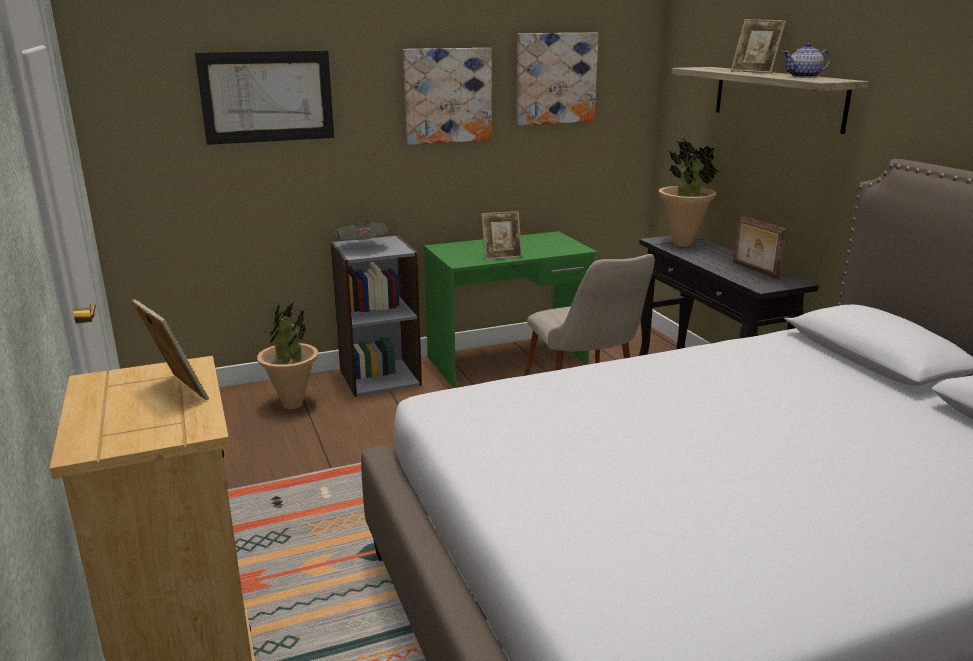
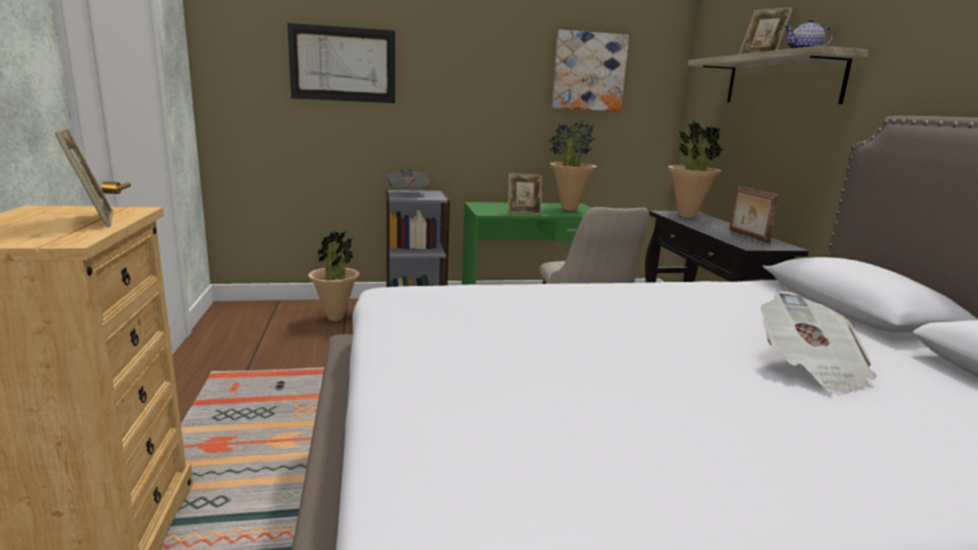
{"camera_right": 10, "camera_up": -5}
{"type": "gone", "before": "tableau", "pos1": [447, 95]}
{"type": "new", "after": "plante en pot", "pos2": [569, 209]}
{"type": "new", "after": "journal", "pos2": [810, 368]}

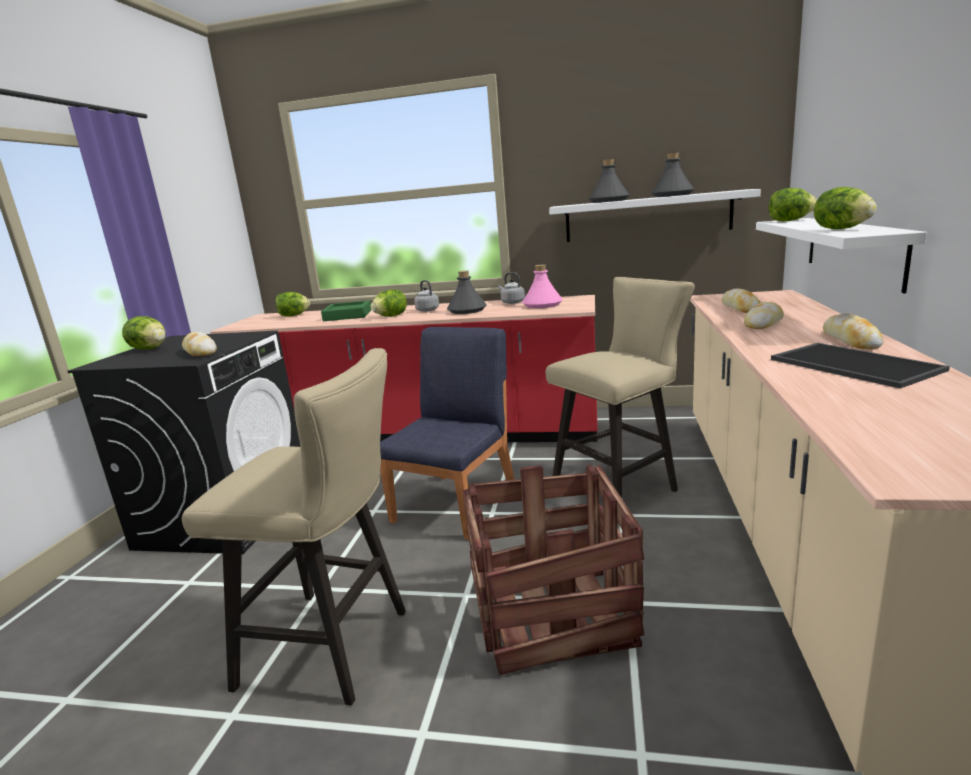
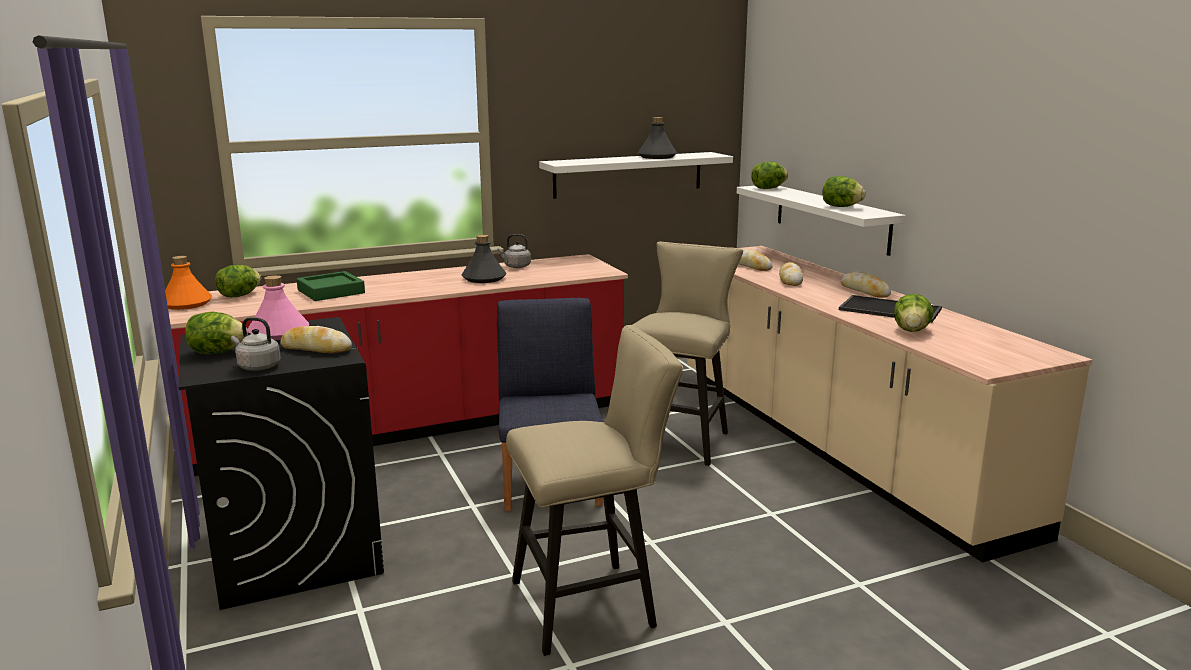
{"camera_right": -35, "camera_up": 0}
{"type": "gone", "before": "bouteille [gris]", "pos1": [609, 201]}
{"type": "shifted", "before": "bouteille [rose]", "pos1": [542, 305], "pos2": [279, 333]}
{"type": "shifted", "before": "bouilloire [gris]", "pos1": [426, 310], "pos2": [257, 367]}
{"type": "shifted", "before": "laitue", "pos1": [391, 316], "pos2": [911, 331]}
{"type": "gone", "before": "caisse", "pos1": [551, 609]}
{"type": "new", "after": "bouteille [orange]", "pos2": [186, 304]}

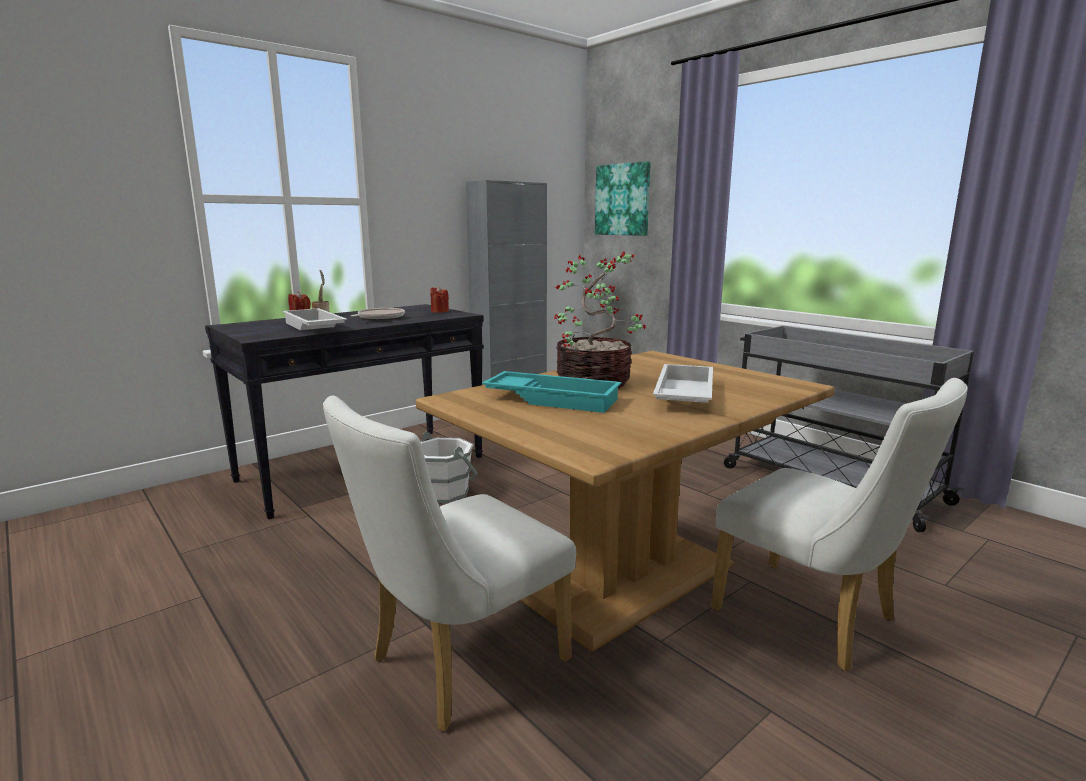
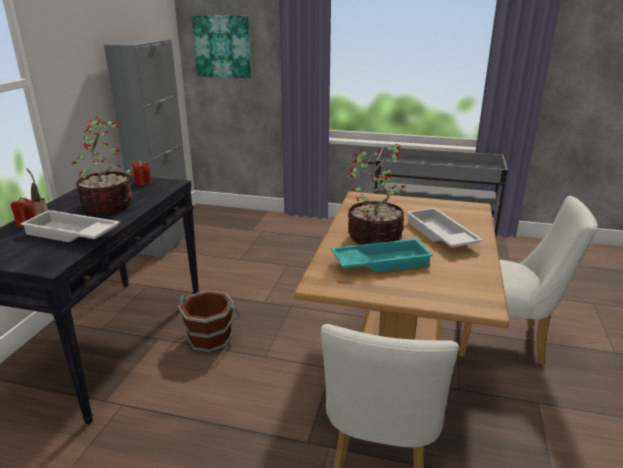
{"camera_right": -35, "camera_up": 10}
{"type": "swapped", "before": "poêle", "after": "plante en pot", "pos1": [379, 318], "pos2": [109, 205]}
{"type": "repainted", "before": "seau [blanc]", "after": "seau [marron]", "pos1": [444, 492], "pos2": [210, 338]}

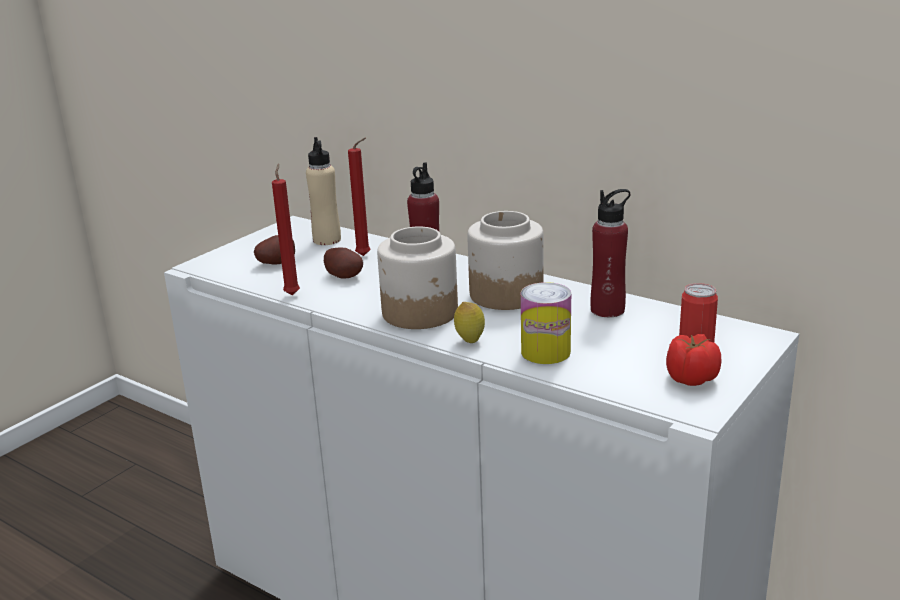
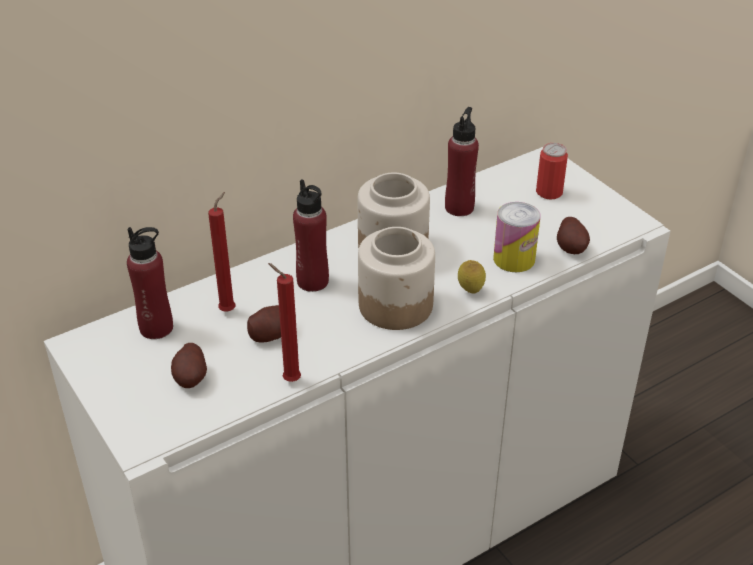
{"camera_right": -70, "camera_up": 15}
{"type": "repainted", "before": "bouteille [beige]", "after": "bouteille [rouge]", "pos1": [327, 240], "pos2": [156, 328]}
{"type": "gone", "before": "tomate", "pos1": [690, 378]}
{"type": "new", "after": "pomme de terre", "pos2": [571, 248]}

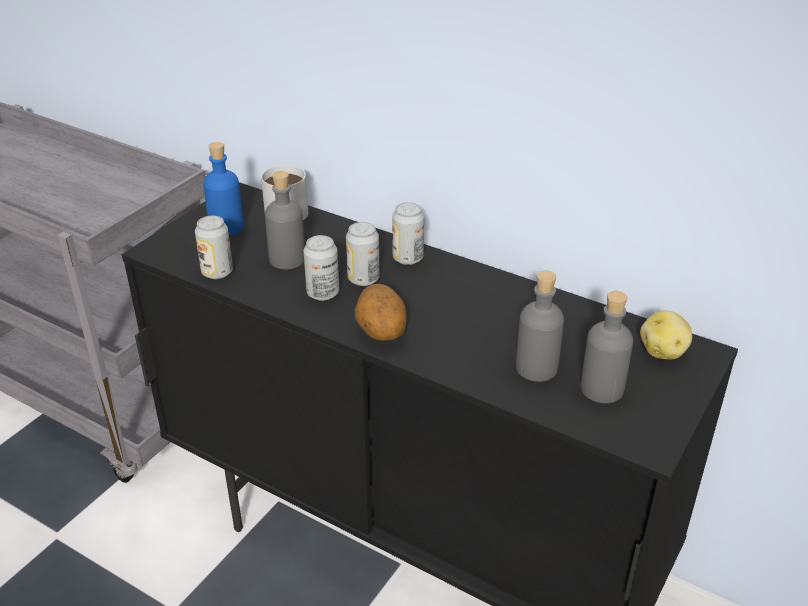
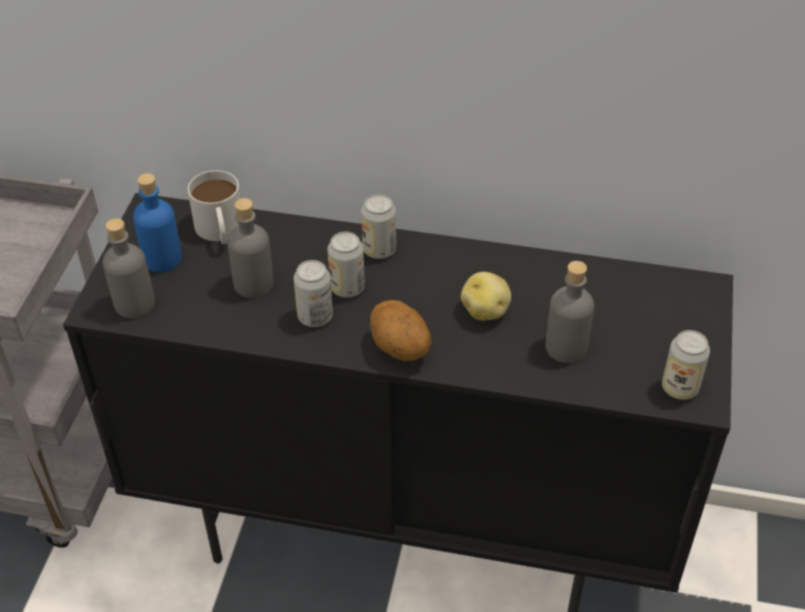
{"camera_right": -20, "camera_up": 10}
{"type": "shifted", "before": "boîte métallique", "pos1": [217, 272], "pos2": [679, 388]}
{"type": "shifted", "before": "bouteille [gris]", "pos1": [601, 389], "pos2": [134, 304]}
{"type": "shifted", "before": "pomme de terre", "pos1": [663, 351], "pos2": [485, 310]}

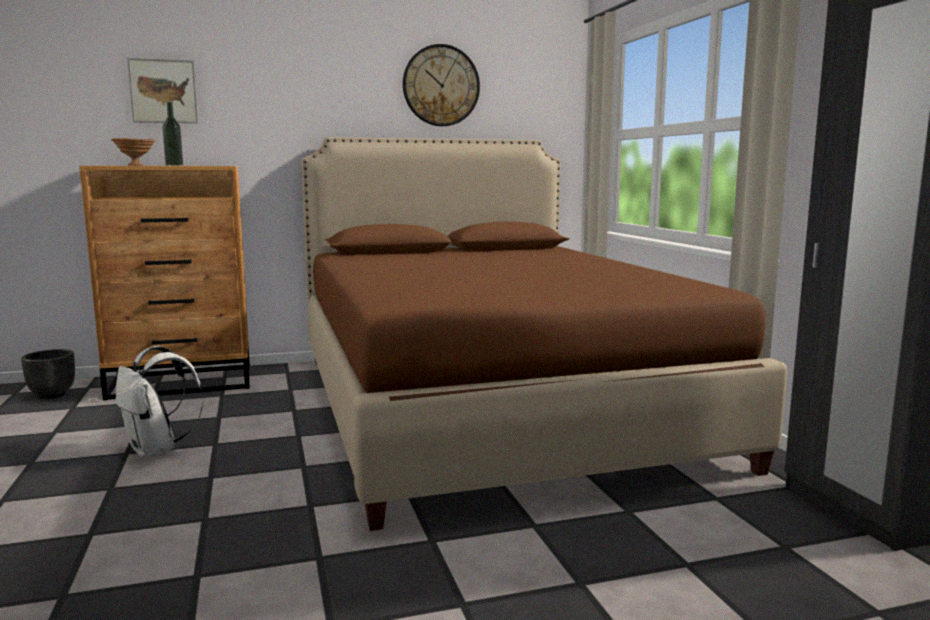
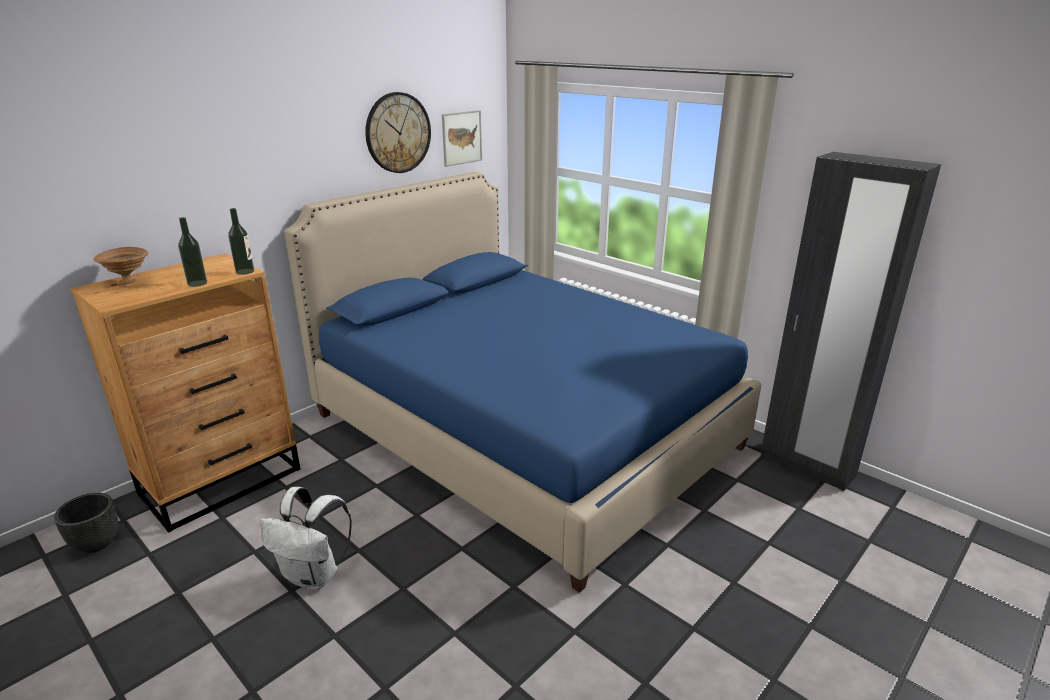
{"camera_right": -30, "camera_up": 15}
{"type": "shifted", "before": "tableau", "pos1": [163, 91], "pos2": [461, 138]}
{"type": "repainted", "before": "lit [marron]", "after": "lit [bleu]", "pos1": [489, 405], "pos2": [523, 431]}
{"type": "new", "after": "bouteille", "pos2": [245, 271]}

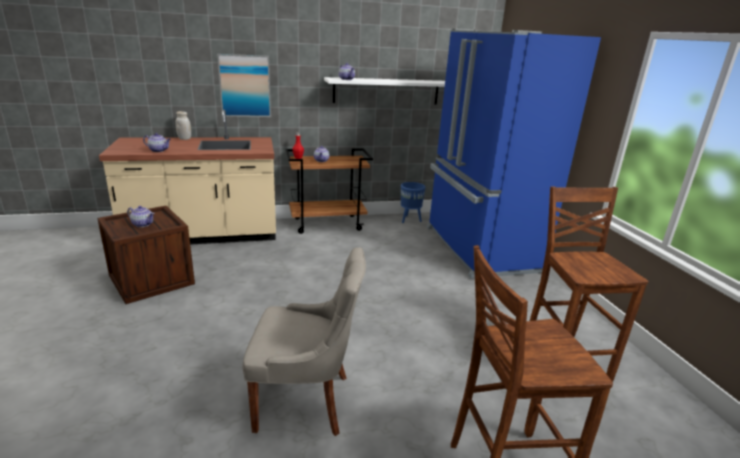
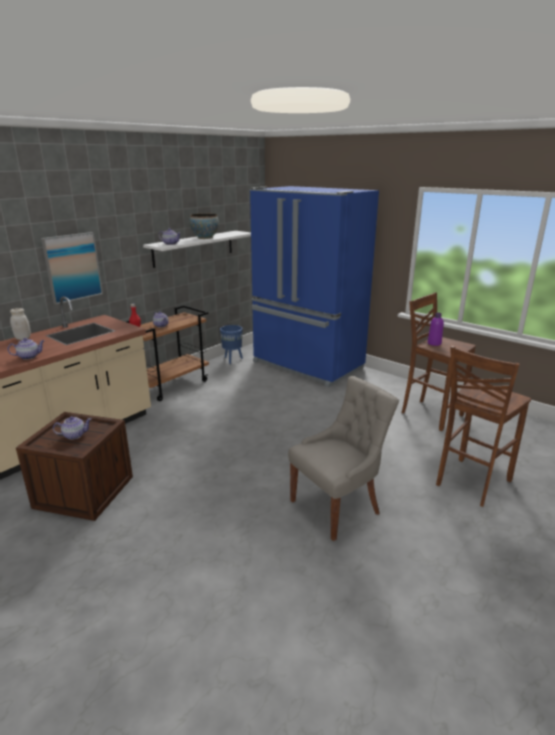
{"camera_right": -35, "camera_up": 0}
{"type": "new", "after": "bol", "pos2": [205, 238]}
{"type": "new", "after": "bouteille [violet]", "pos2": [434, 343]}

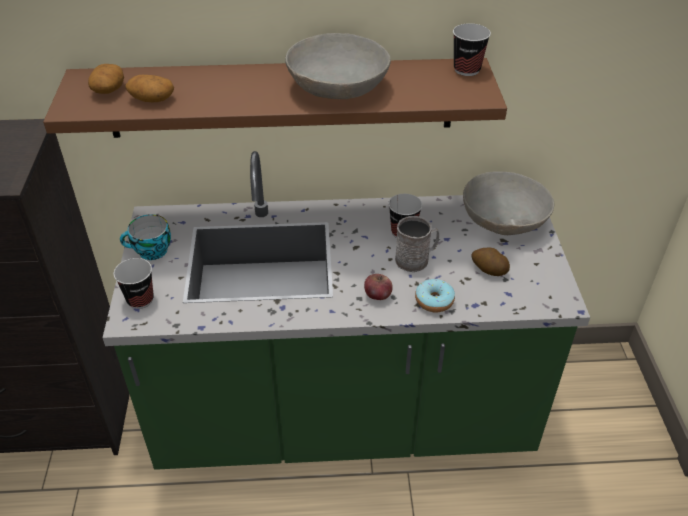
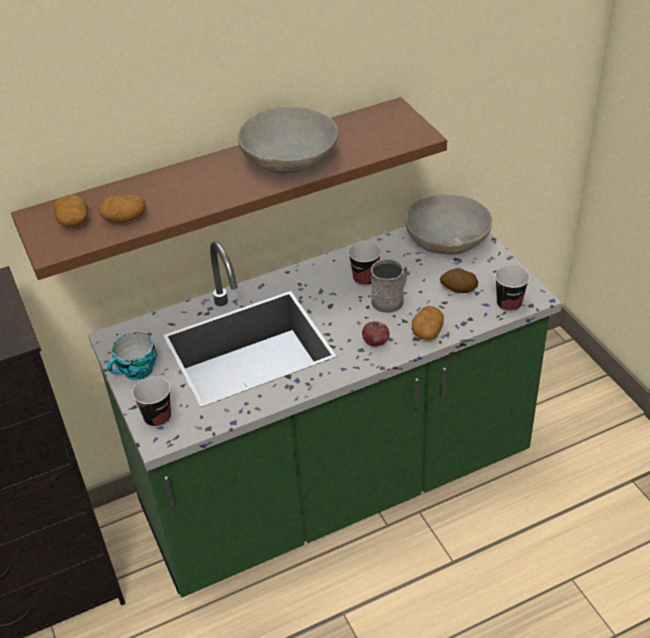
{"camera_right": -20, "camera_up": 0}
{"type": "shifted", "before": "tasse", "pos1": [467, 69], "pos2": [509, 304]}
{"type": "swapped", "before": "beignet", "after": "pomme de terre", "pos1": [434, 301], "pos2": [427, 331]}

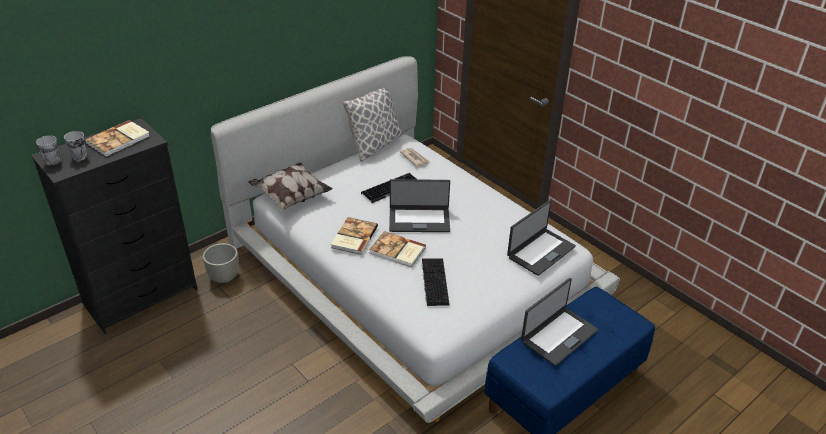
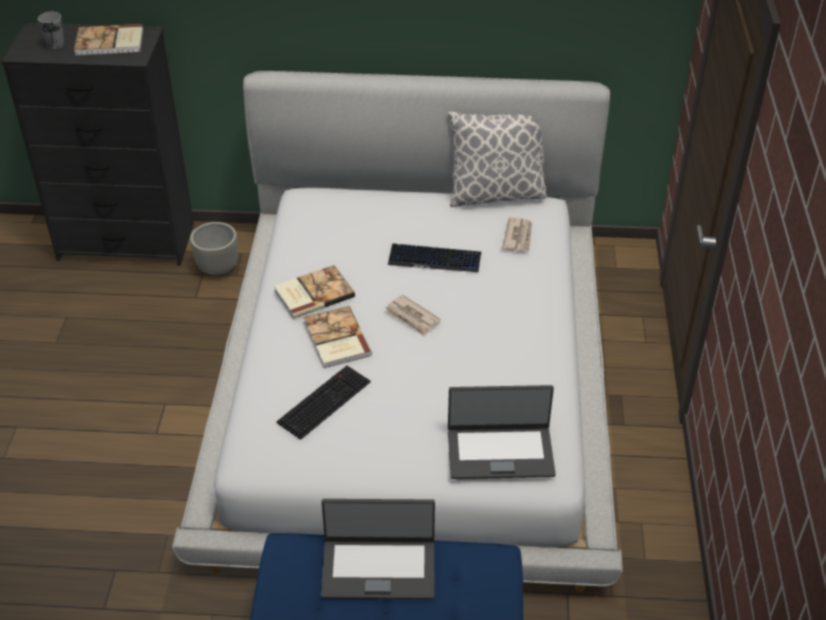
{"camera_right": 45, "camera_up": 5}
{"type": "gone", "before": "tasse", "pos1": [53, 161]}
{"type": "gone", "before": "coussin", "pos1": [291, 197]}
{"type": "swapped", "before": "ordinateur portable", "after": "journal", "pos1": [419, 220], "pos2": [412, 318]}

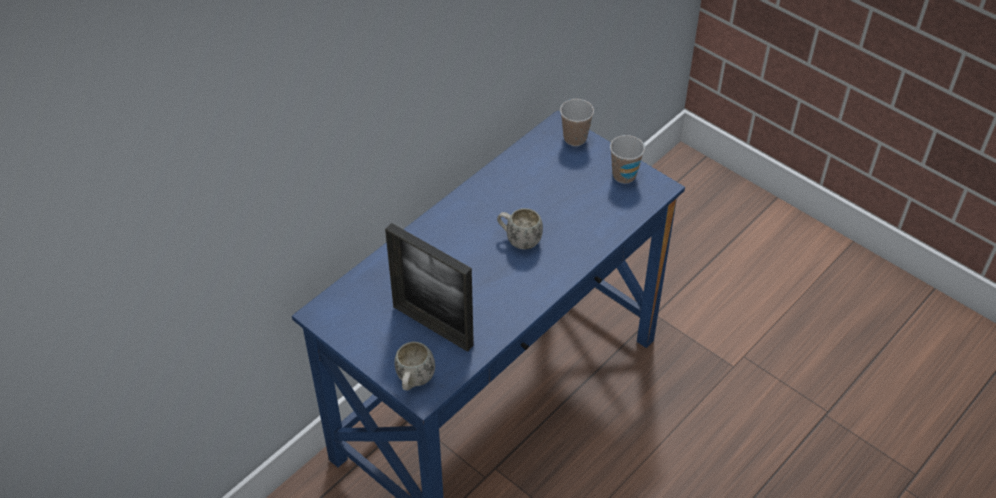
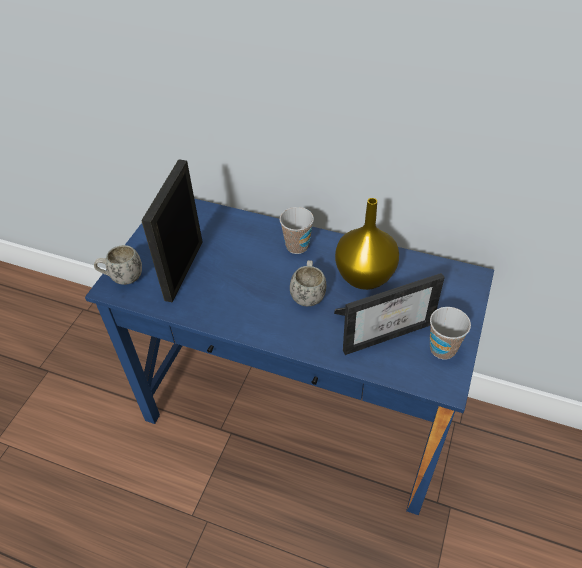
{"camera_right": 70, "camera_up": 0}
{"type": "shifted", "before": "tasse", "pos1": [575, 138], "pos2": [297, 246]}
{"type": "new", "after": "vase [jaune]", "pos2": [365, 275]}
{"type": "new", "after": "cadre photo", "pos2": [385, 329]}

